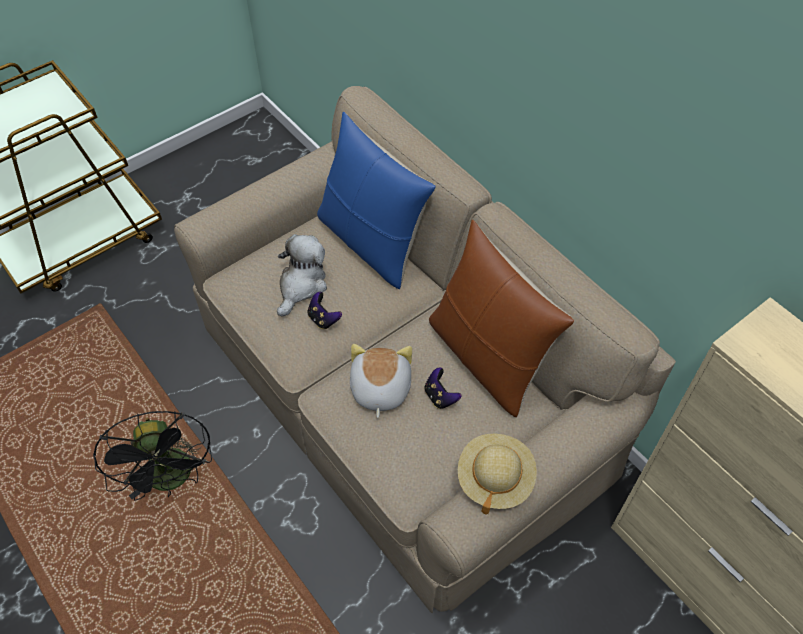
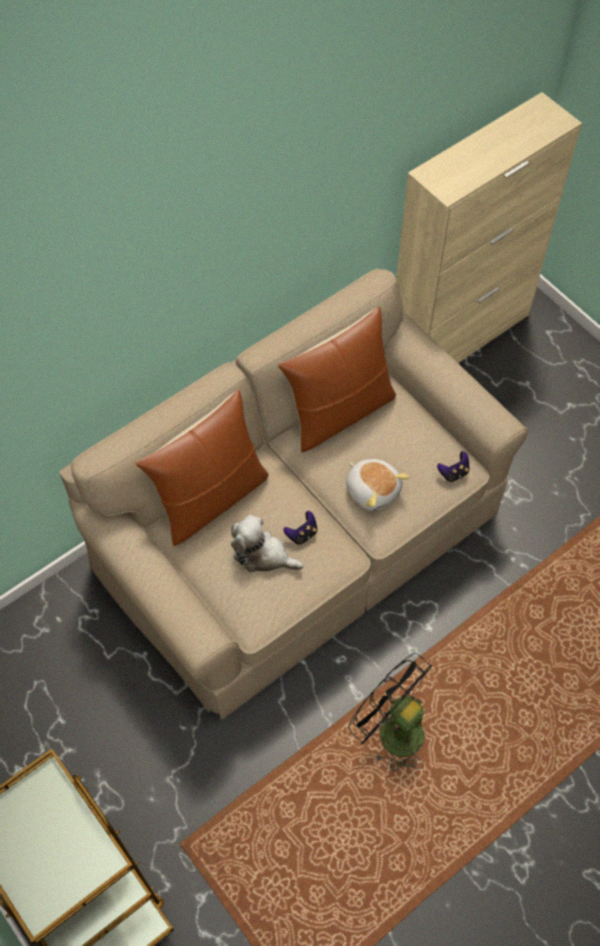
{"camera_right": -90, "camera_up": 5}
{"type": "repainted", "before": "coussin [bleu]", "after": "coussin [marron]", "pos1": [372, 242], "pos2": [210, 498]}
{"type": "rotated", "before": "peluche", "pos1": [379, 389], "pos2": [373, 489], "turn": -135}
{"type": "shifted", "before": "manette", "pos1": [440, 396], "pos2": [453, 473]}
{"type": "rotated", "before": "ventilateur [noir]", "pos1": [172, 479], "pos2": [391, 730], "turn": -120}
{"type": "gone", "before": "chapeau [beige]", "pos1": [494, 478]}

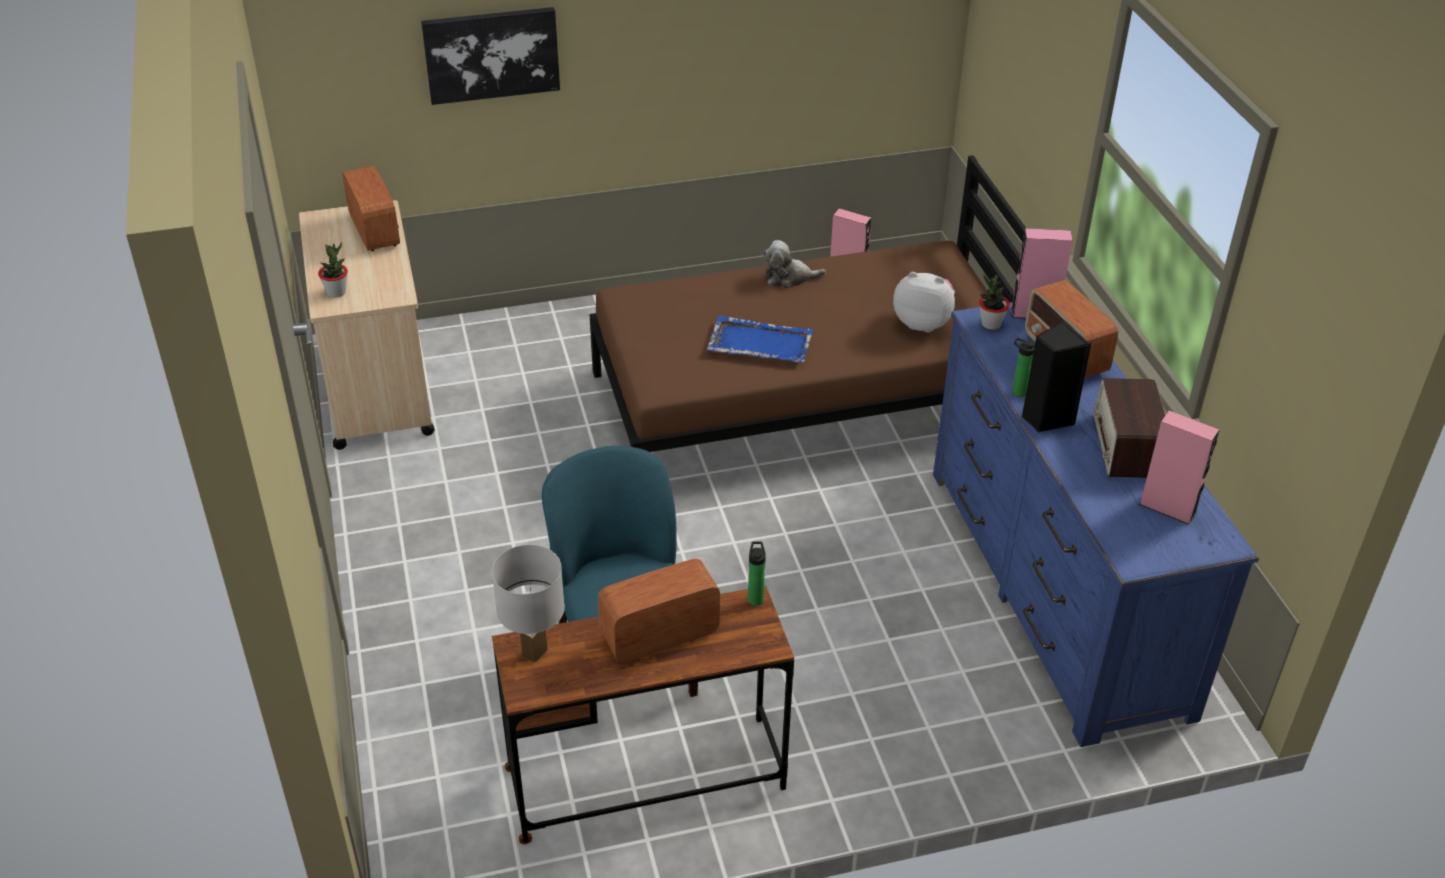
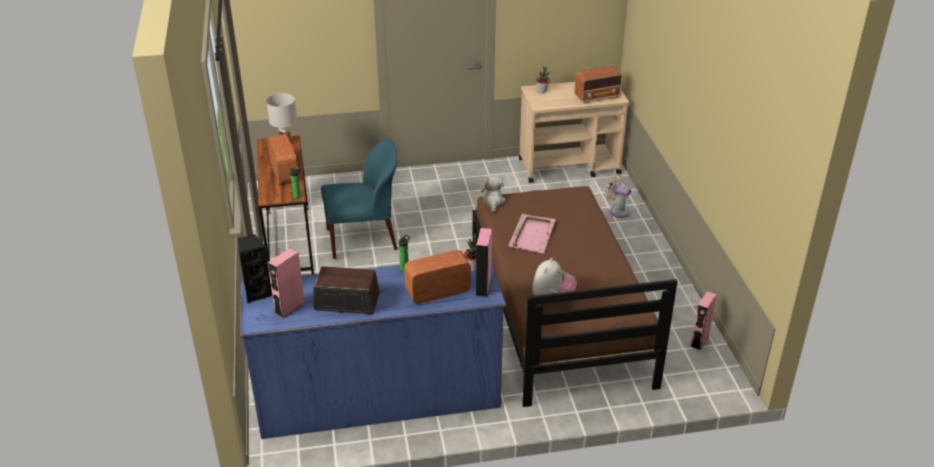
{"camera_right": 95, "camera_up": -5}
{"type": "gone", "before": "tableau", "pos1": [491, 54]}
{"type": "shifted", "before": "peluche", "pos1": [789, 278], "pos2": [493, 202]}
{"type": "repainted", "before": "plateau [bleu]", "after": "plateau [rose]", "pos1": [759, 343], "pos2": [532, 235]}
{"type": "shifted", "before": "enceinte [noir]", "pos1": [1046, 418], "pos2": [257, 293]}
{"type": "new", "after": "ventilateur [beige]", "pos2": [617, 210]}

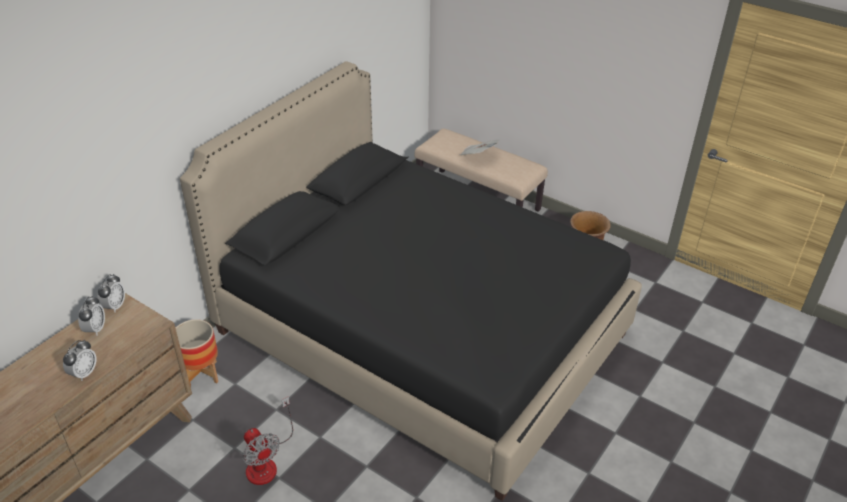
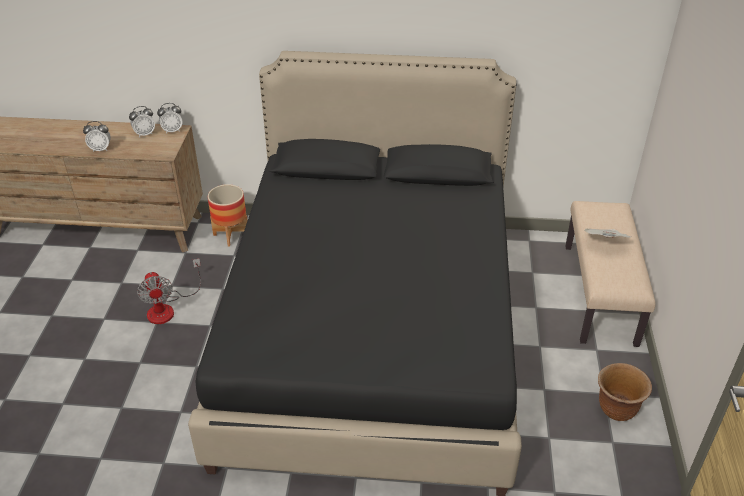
{"camera_right": 60, "camera_up": 0}
{"type": "rotated", "before": "ventilateur", "pos1": [266, 462], "pos2": [168, 308], "turn": -45}

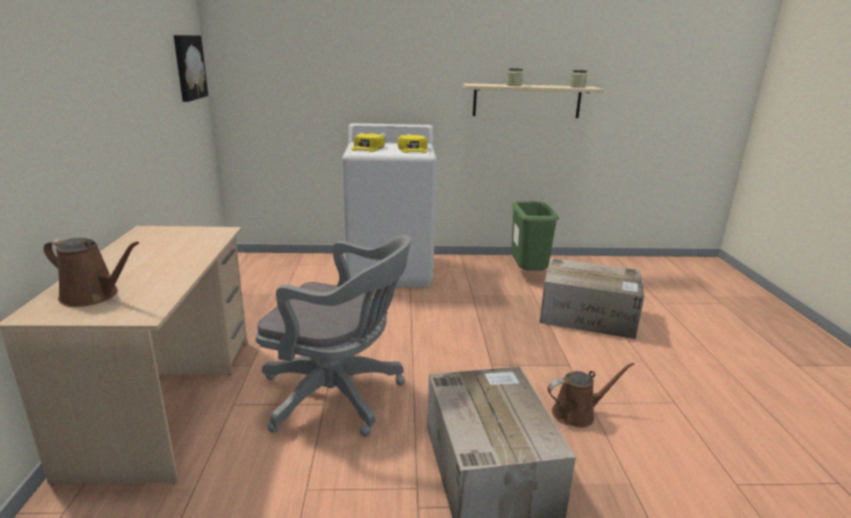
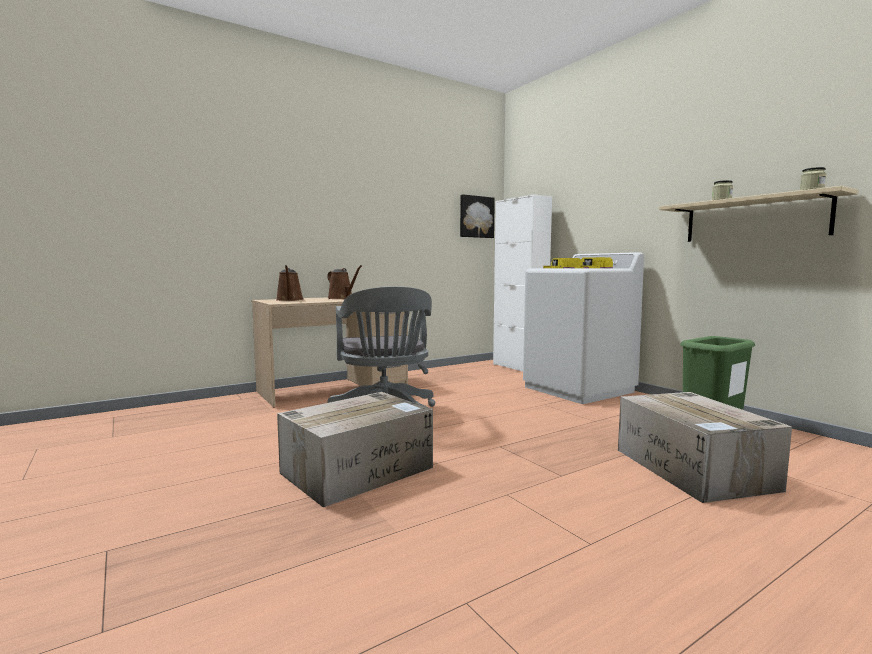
{"camera_right": 60, "camera_up": -15}
{"type": "shifted", "before": "arrosoir [marron]", "pos1": [577, 413], "pos2": [342, 298]}
{"type": "new", "after": "meuble de rangement [blanc]", "pos2": [519, 367]}

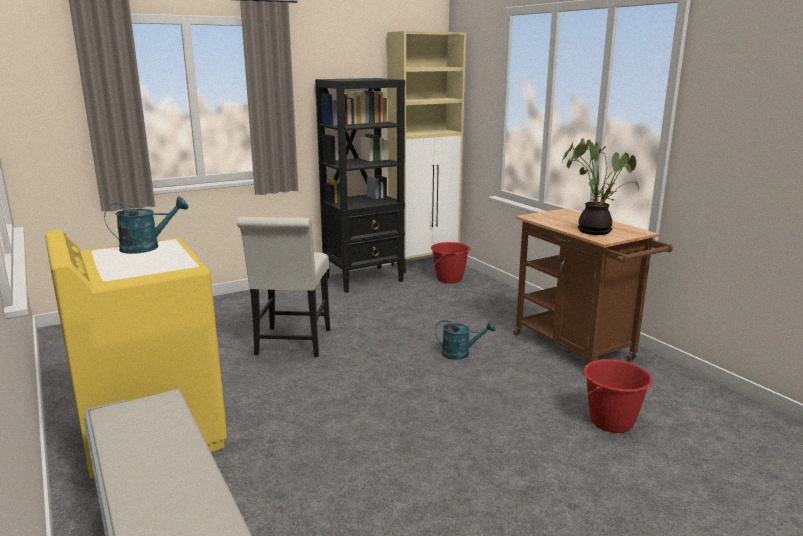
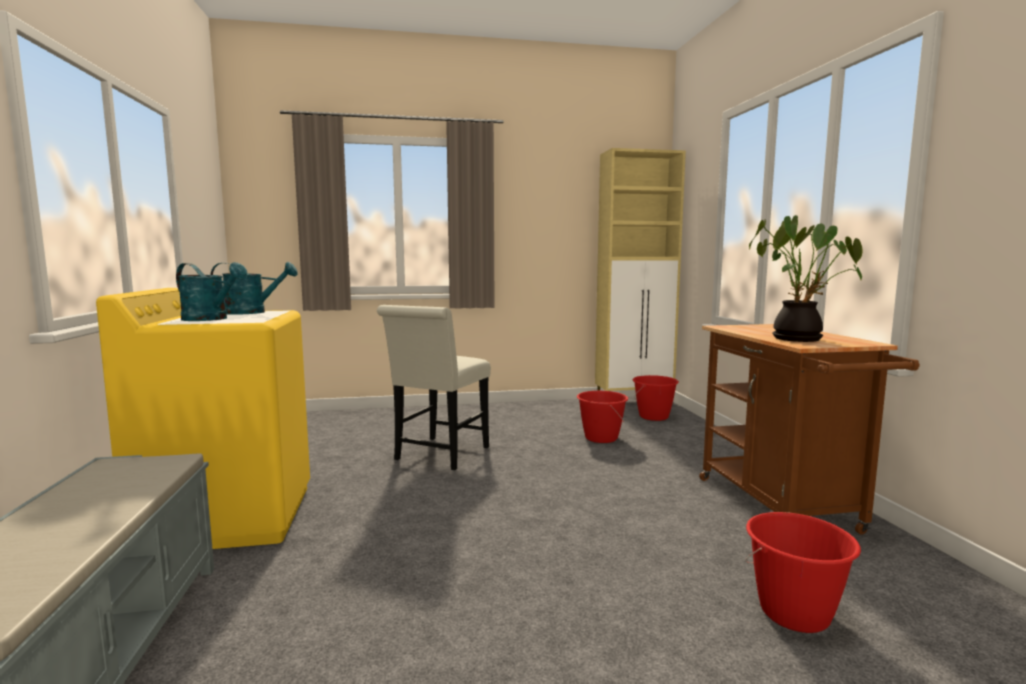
{"camera_right": 20, "camera_up": -10}
{"type": "gone", "before": "bibliothèque [noir]", "pos1": [364, 279]}
{"type": "shifted", "before": "arrosoir [turquoise]", "pos1": [461, 354], "pos2": [211, 319]}
{"type": "new", "after": "seau [rouge]", "pos2": [601, 438]}

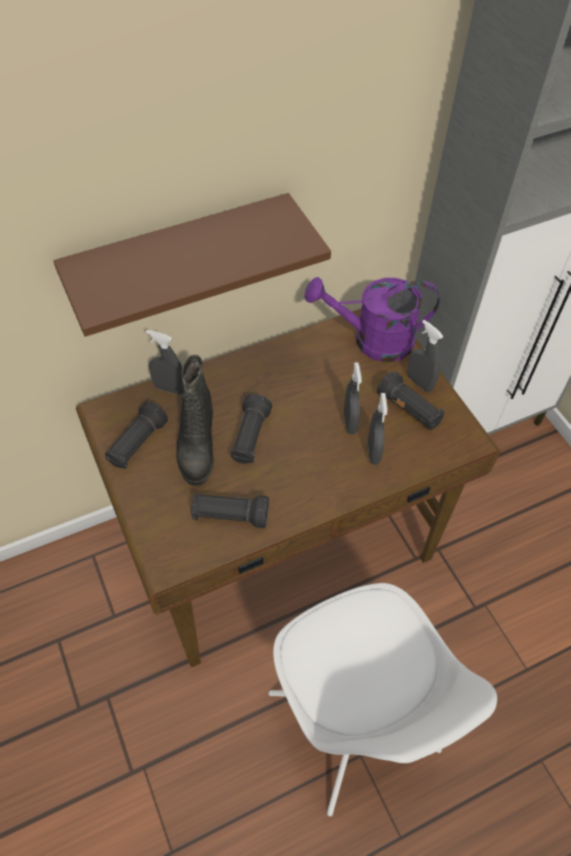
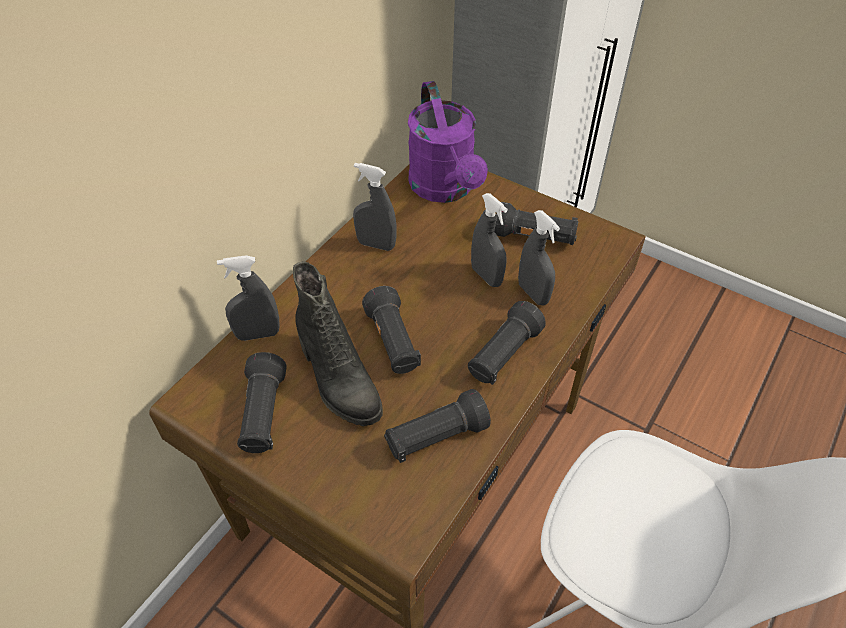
{"camera_right": -30, "camera_up": -5}
{"type": "gone", "before": "étagère [marron]", "pos1": [180, 260]}
{"type": "rotated", "before": "arrosoir [violet]", "pos1": [372, 341], "pos2": [445, 189], "turn": -75}
{"type": "shifted", "before": "vaporisateur [gris]", "pos1": [419, 382], "pos2": [376, 244]}
{"type": "new", "after": "lampe de poche [noir]", "pos2": [503, 355]}

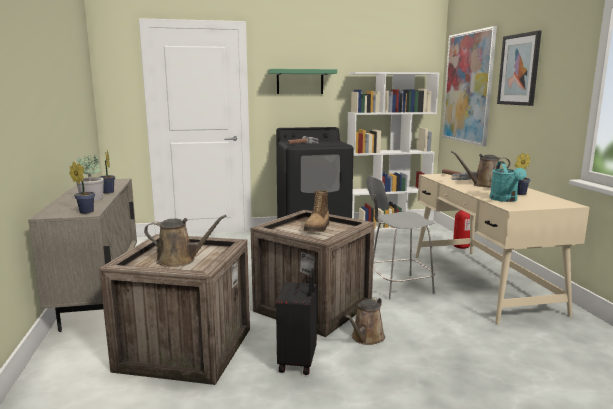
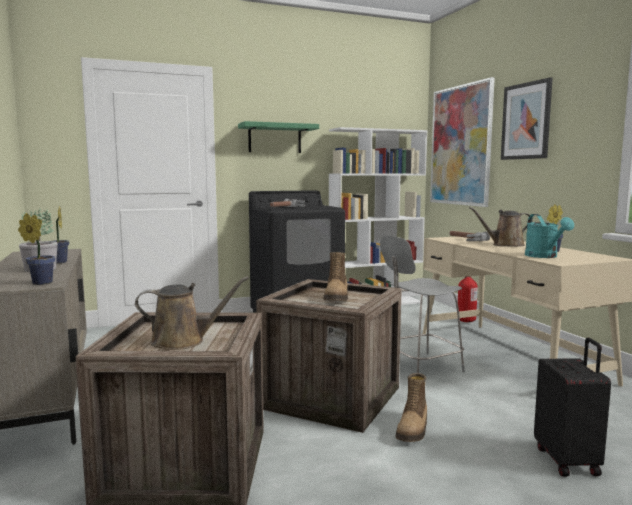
{"camera_right": -10, "camera_up": -5}
{"type": "shifted", "before": "valise [noir]", "pos1": [299, 362], "pos2": [568, 461]}
{"type": "swapped", "before": "arrosoir [marron]", "after": "botte", "pos1": [366, 338], "pos2": [413, 430]}

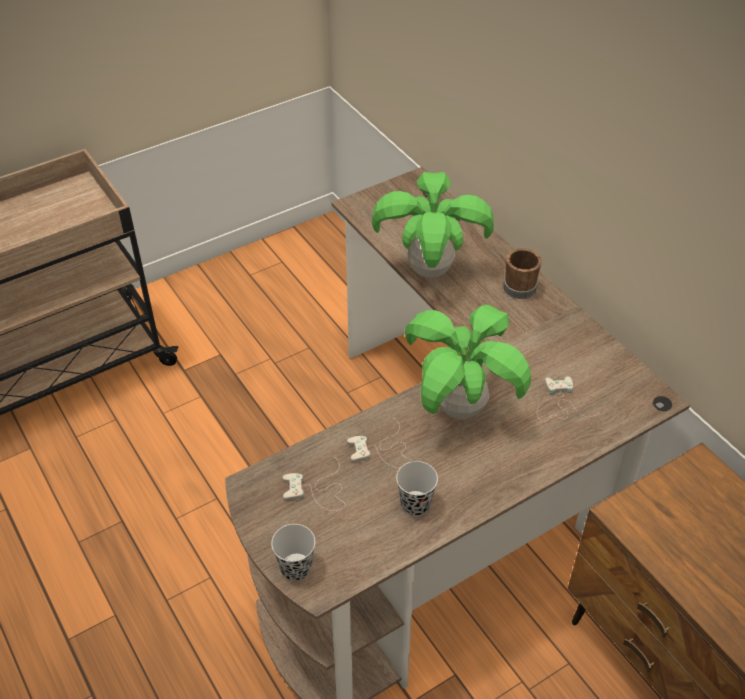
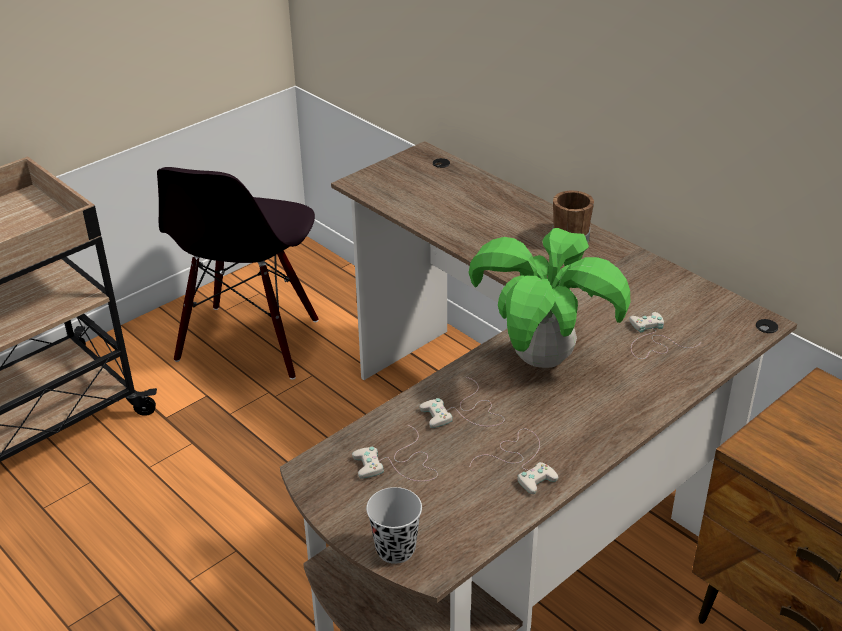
{"camera_right": -10, "camera_up": -10}
{"type": "gone", "before": "plante en pot", "pos1": [430, 270]}
{"type": "swapped", "before": "tasse [noir]", "after": "manette [blanc]", "pos1": [415, 504], "pos2": [521, 461]}
{"type": "new", "after": "chaise [noir]", "pos2": [250, 341]}

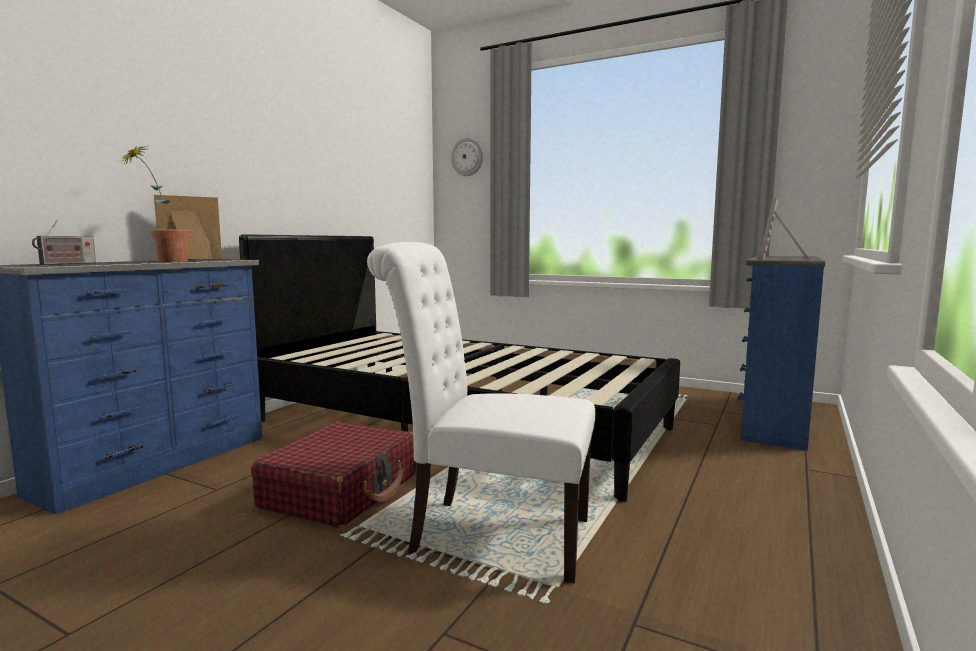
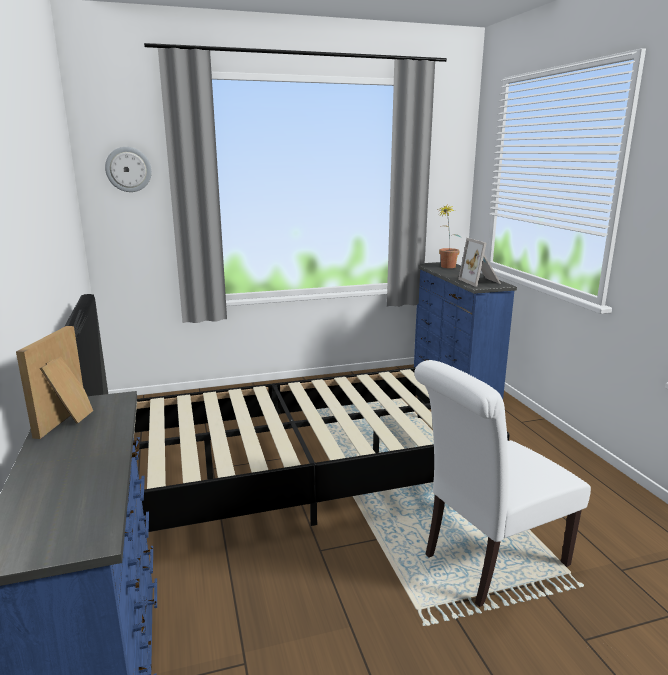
{"camera_right": -45, "camera_up": 10}
{"type": "shifted", "before": "plante en pot", "pos1": [164, 261], "pos2": [446, 267]}
{"type": "gone", "before": "radio", "pos1": [66, 263]}
{"type": "gone", "before": "valise [rouge]", "pos1": [342, 490]}

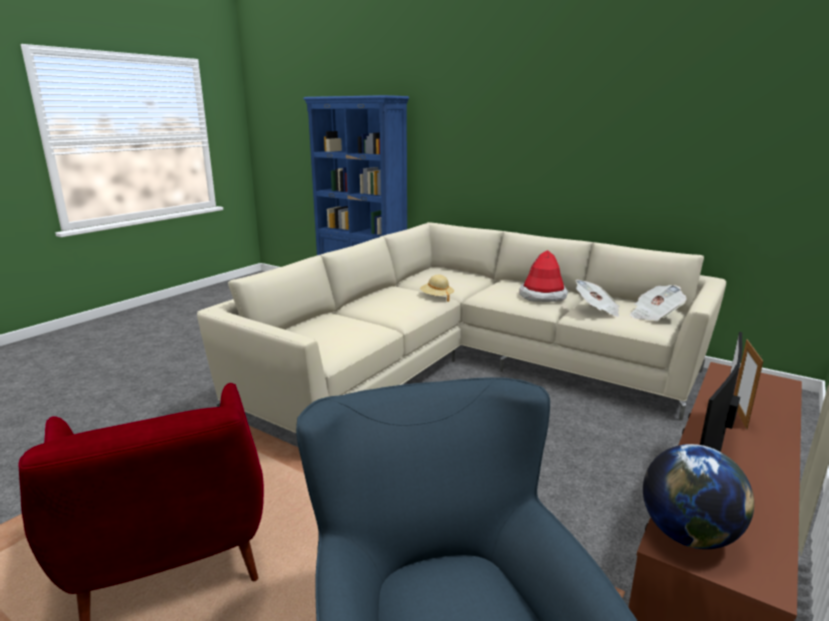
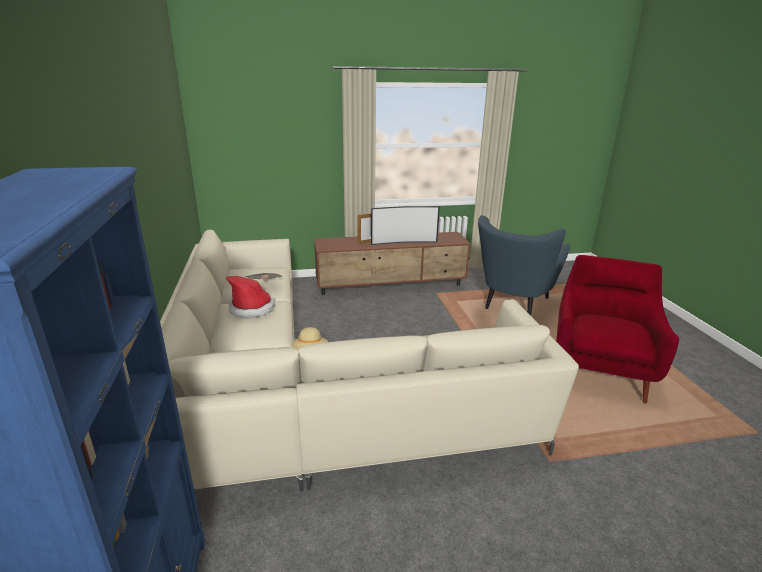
{"camera_right": -135, "camera_up": 5}
{"type": "gone", "before": "journal", "pos1": [654, 315]}
{"type": "gone", "before": "globe", "pos1": [688, 535]}

